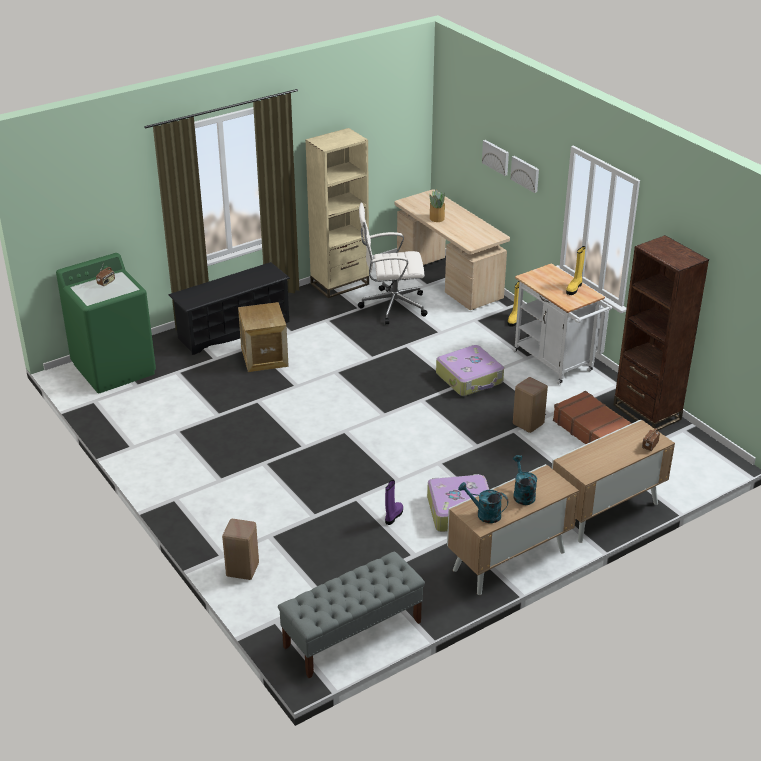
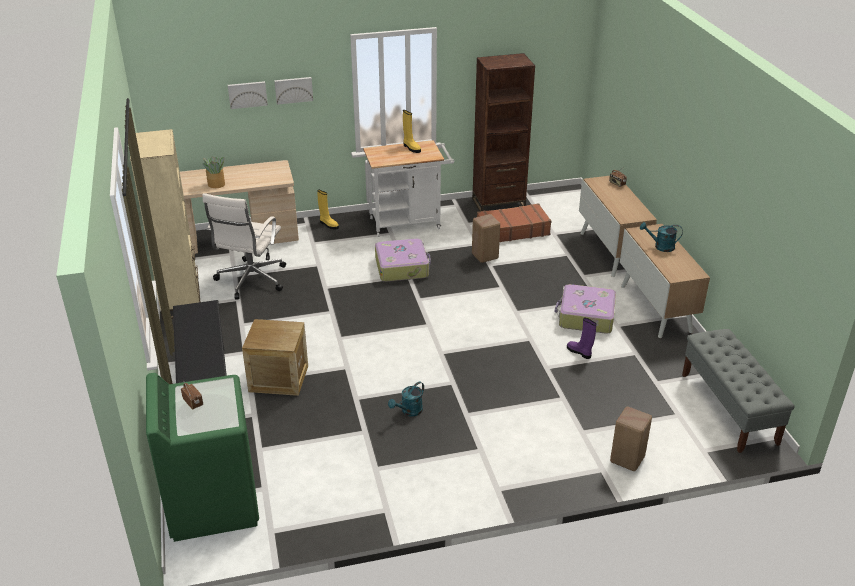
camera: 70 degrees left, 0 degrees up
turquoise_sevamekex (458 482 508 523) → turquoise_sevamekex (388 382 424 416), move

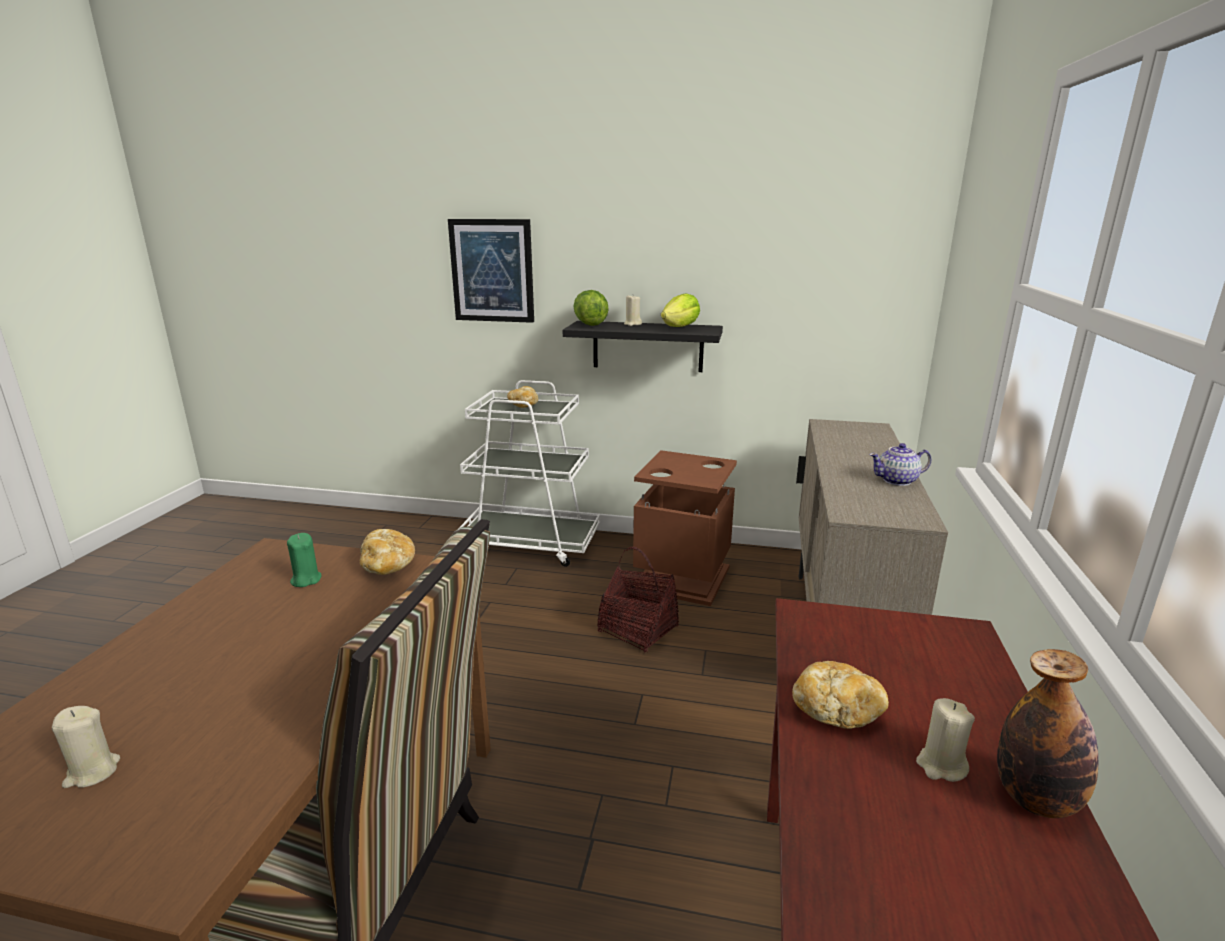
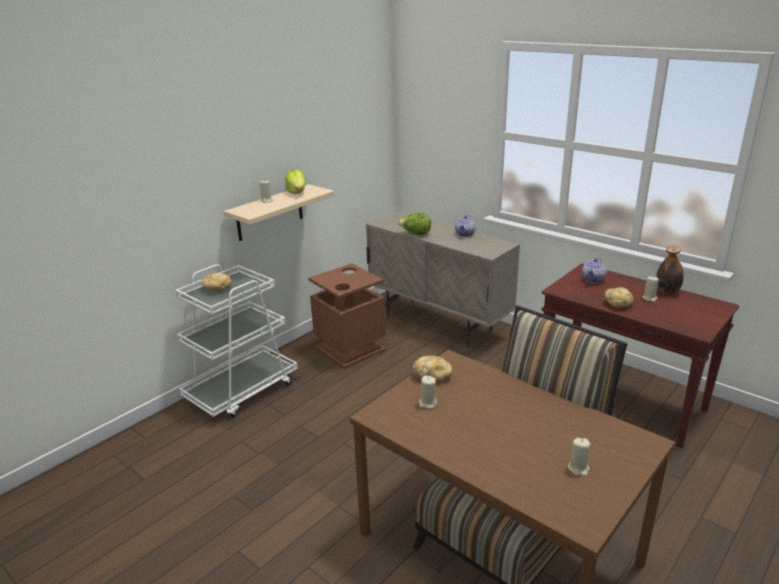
camera: 60 degrees left, 5 degrees up
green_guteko (287 533 321 587) → beige_guteko (419 376 438 409)
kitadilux (448 219 534 323) → -
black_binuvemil (563 321 723 372) → beige_binuvemil (224 184 334 241)
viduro (573 290 609 326) → viduro (398 213 431 235), move
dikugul (597 547 679 653) → -
- → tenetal (582 257 607 283)

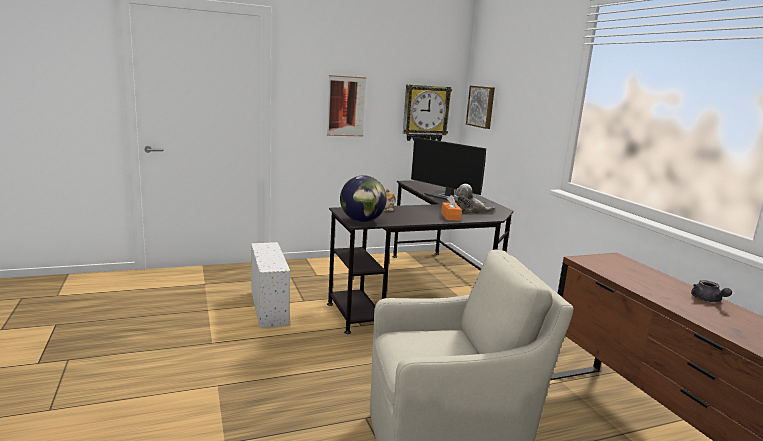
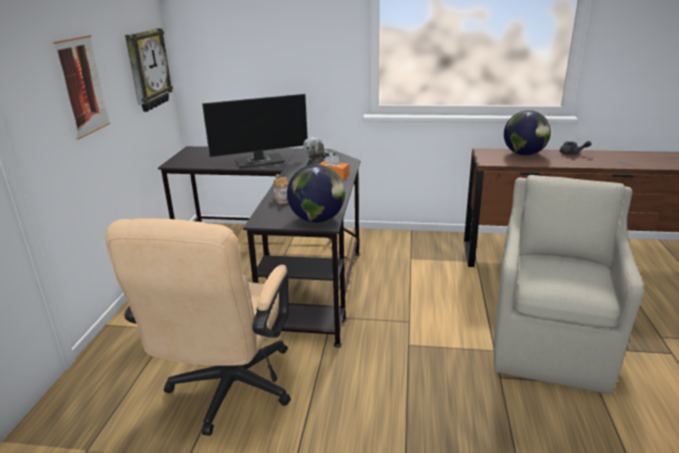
camera: 60 degrees left, 10 degrees up
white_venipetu (251 242 290 328) → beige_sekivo (106 219 291 436)
kitadilux (466 86 495 129) → -
- → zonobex (504 110 551 156)

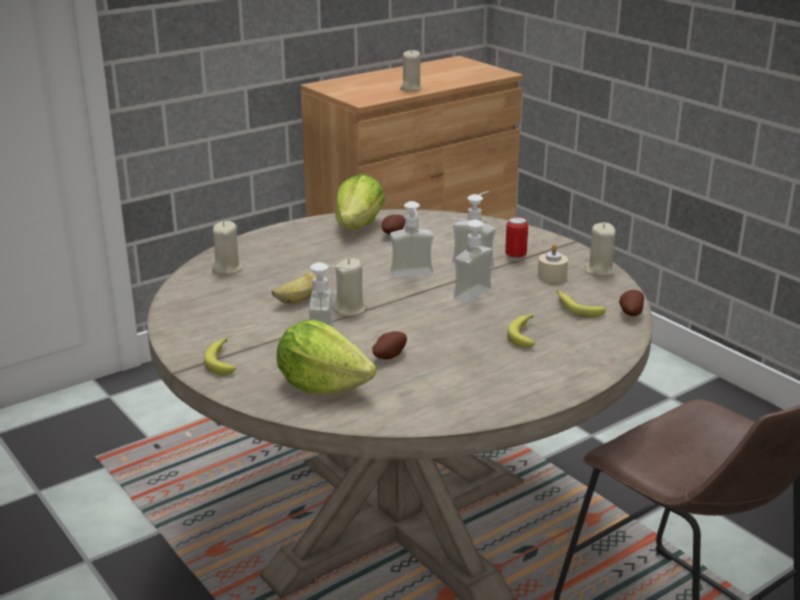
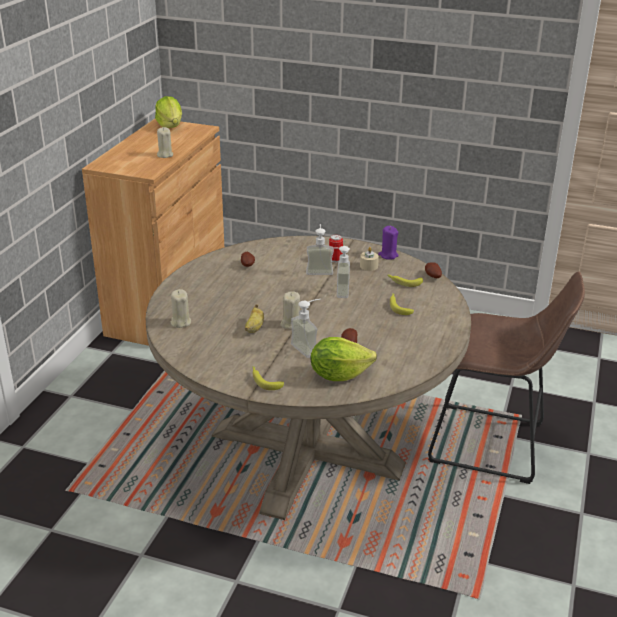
camera: 35 degrees left, 5 degrees up
viduro (336 174 385 230) → viduro (155 96 182 128), move
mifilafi (390 201 434 277) → -
beige_guteko (585 223 616 277) → purple_guteko (378 226 399 260)

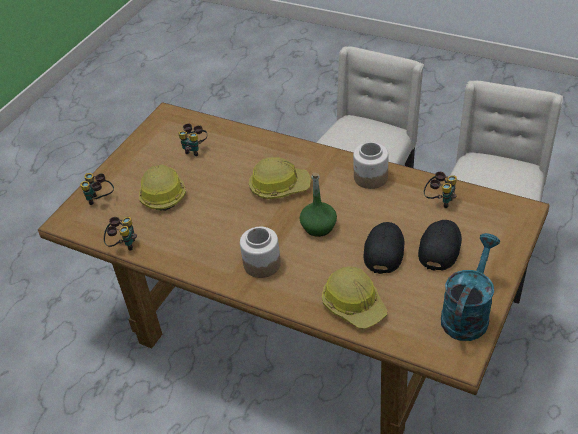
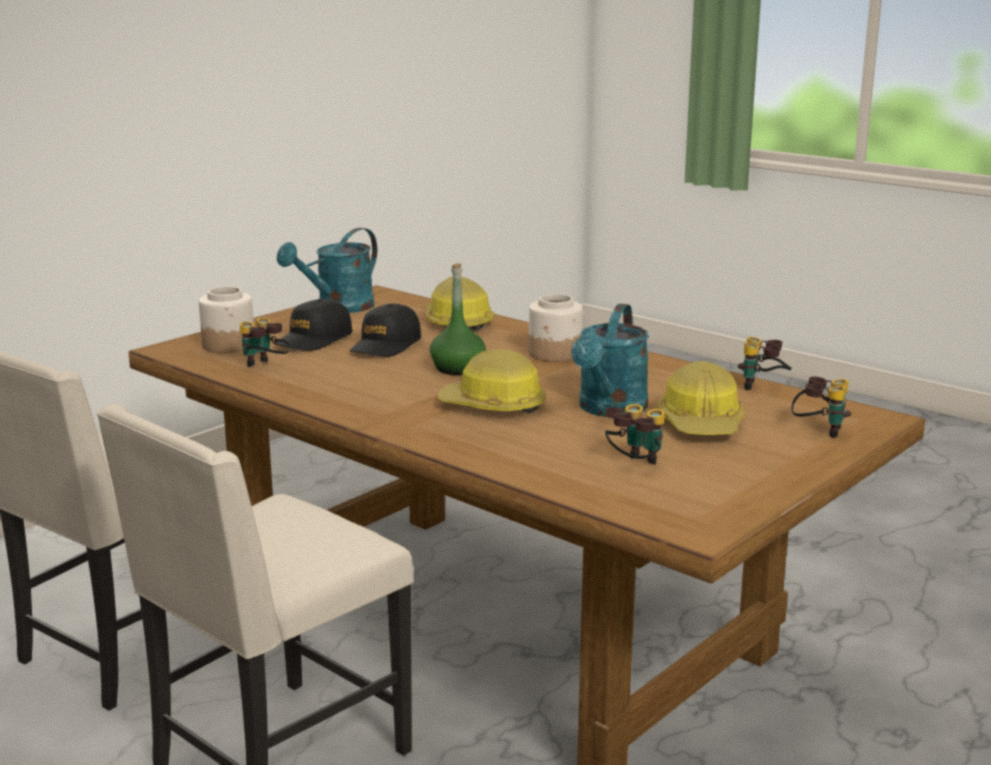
camera: 170 degrees left, 25 degrees down
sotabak (353 142 388 189) → sotabak (199 287 254 353), move
- → turquoise_sevamekex (571 304 649 417)

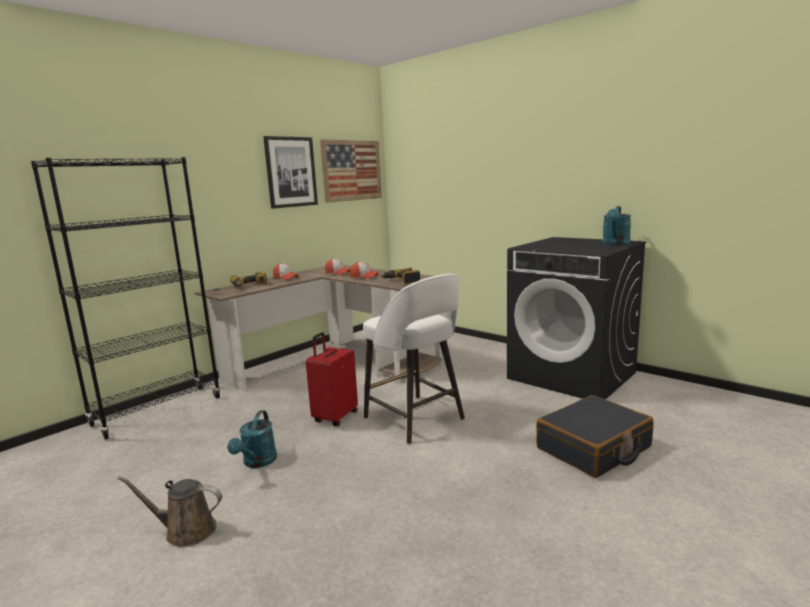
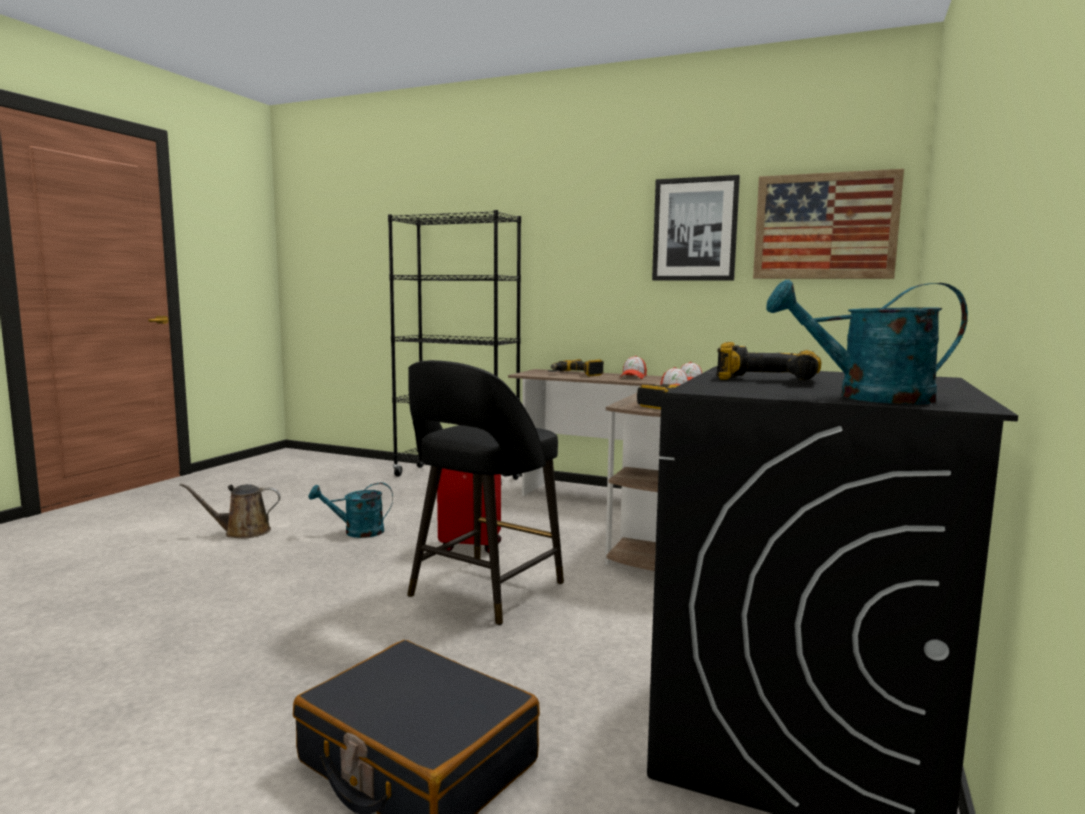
camera: 70 degrees right, 5 degrees down
brown_sevamekex (117 476 222 547) → brown_sevamekex (179 483 281 539), 90 degrees counterclockwise
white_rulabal (363 274 465 444) → black_rulabal (407 360 564 625)
- → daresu (716 342 821 380)

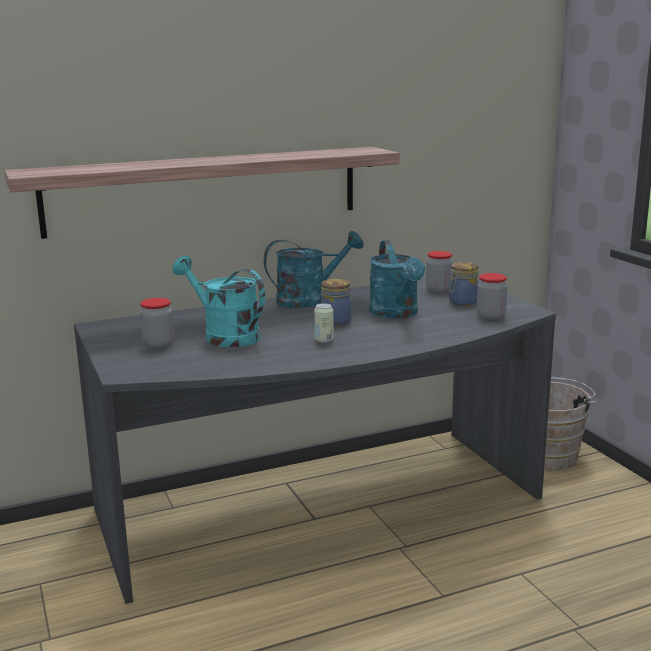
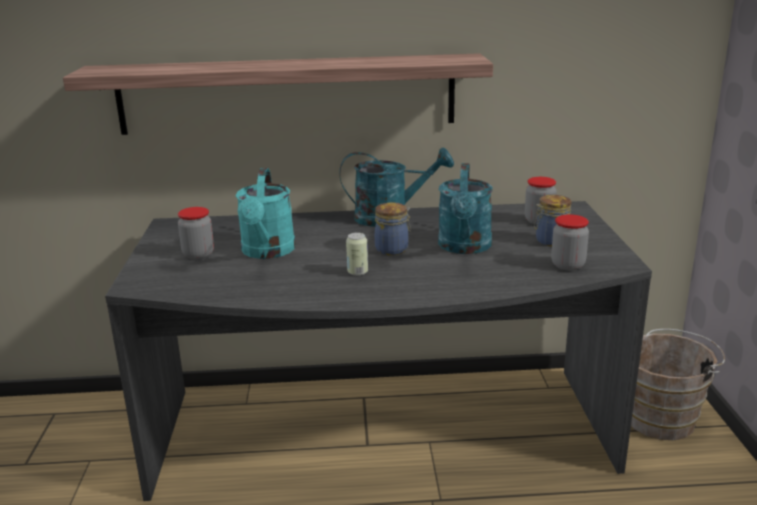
camera: 20 degrees right, 5 degrees up
turquoise_sevamekex (173 256 265 347) → turquoise_sevamekex (236 168 296 259), 150 degrees counterclockwise

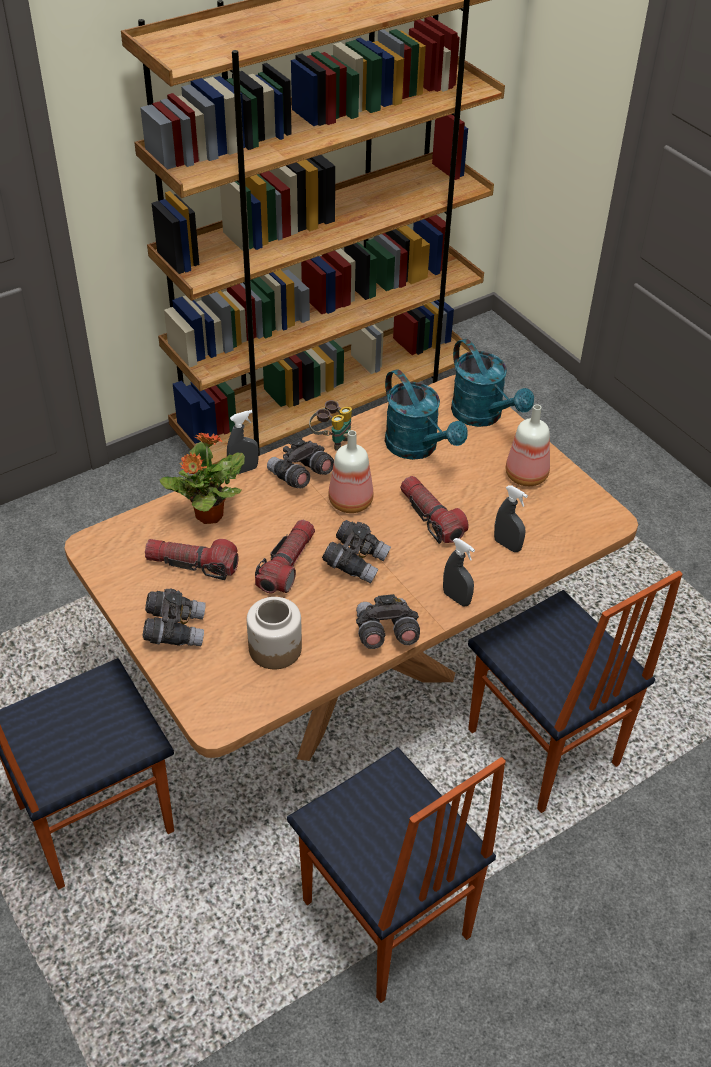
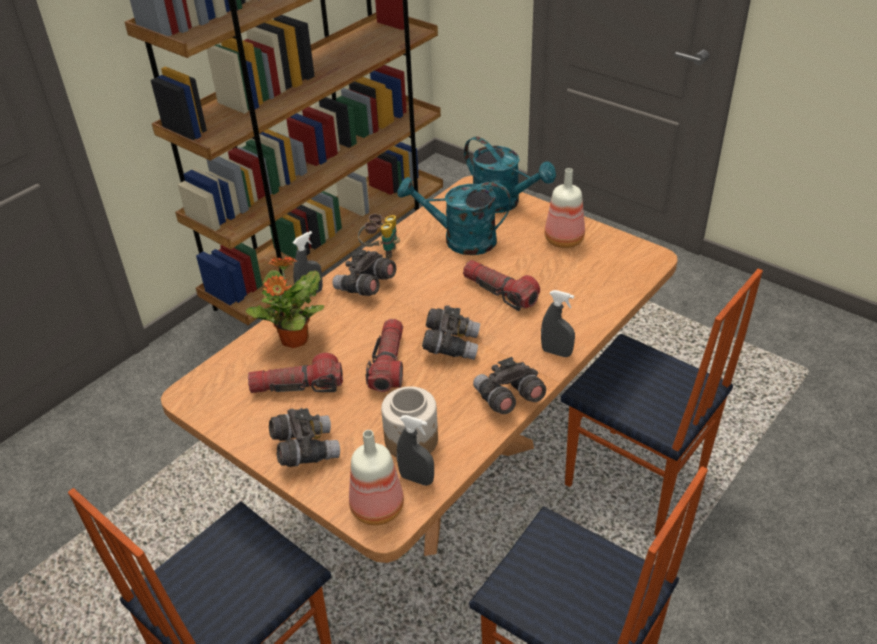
camera: 15 degrees left, 5 degrees down
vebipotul (328 430 374 513) → vebipotul (349 430 404 525), move
turquoise_sevamekex (385 369 468 460) → turquoise_sevamekex (397 177 511 255), 150 degrees clockwise
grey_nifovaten (494 485 528 552) → grey_nifovaten (397 415 434 486), move

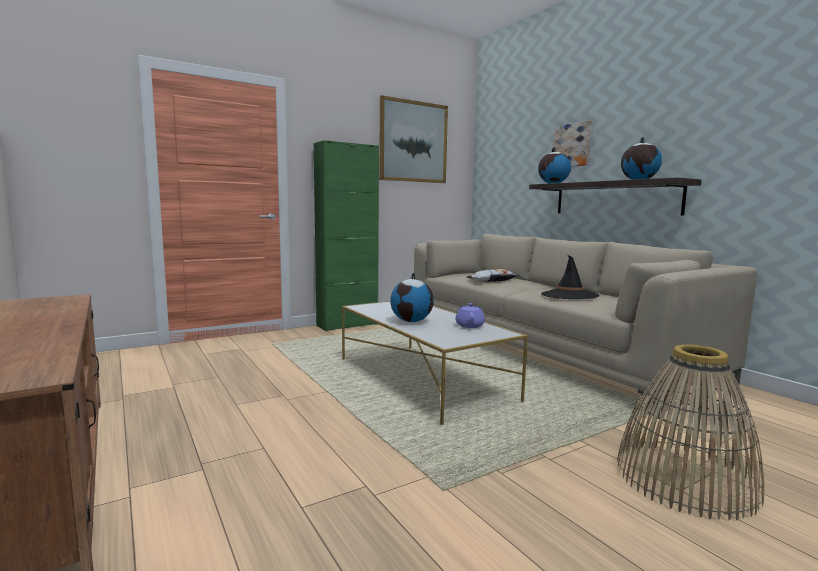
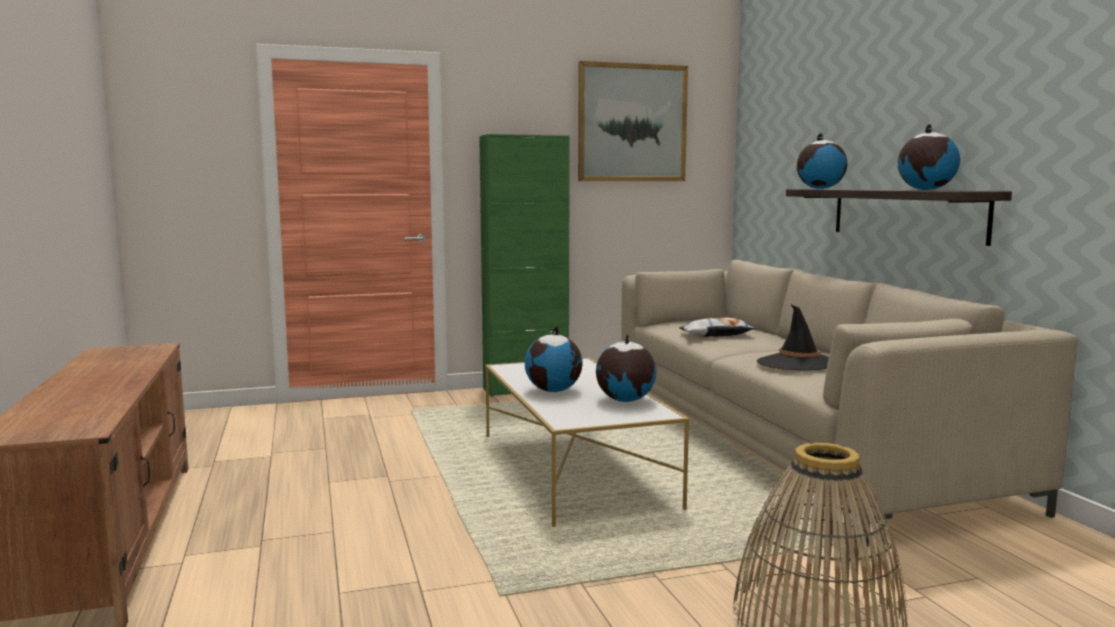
camera: 15 degrees right, 0 degrees up
purple_tenetal (455 303 485 328) → zonobex (596 334 657 402)
kitadilux (553 120 592 167) → -

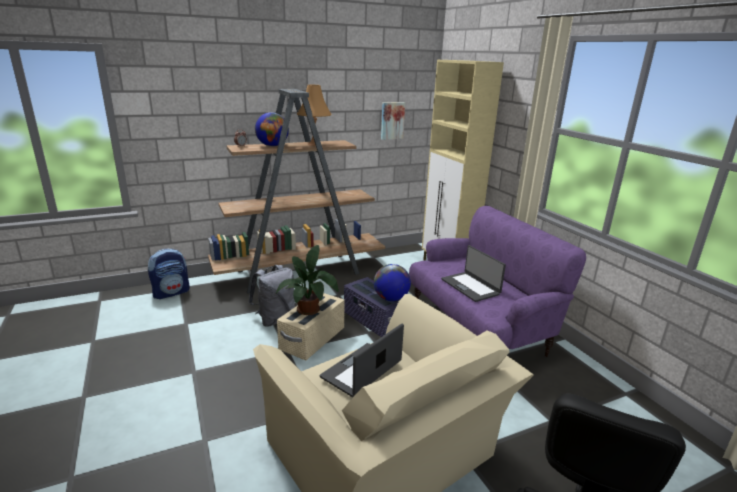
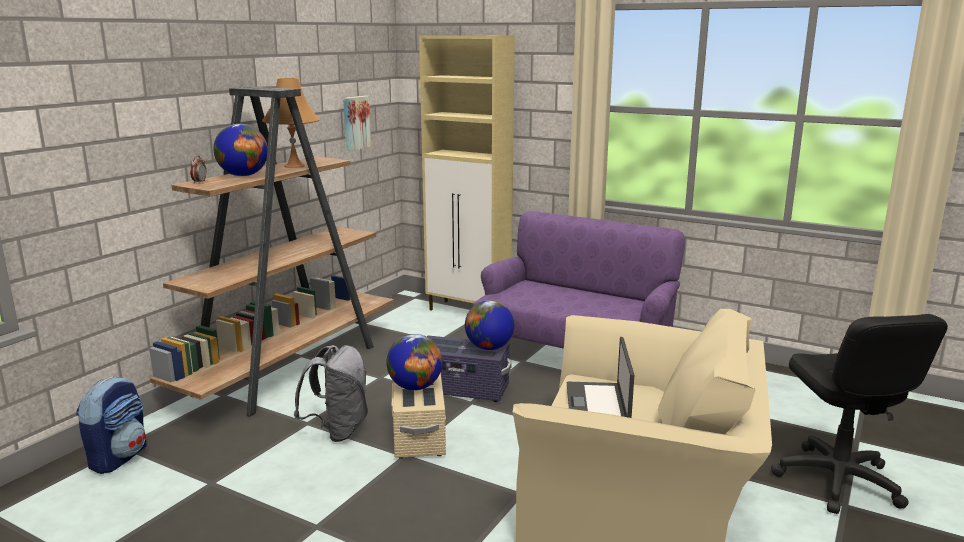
camera: 35 degrees left, 5 degrees down
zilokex (276 245 339 315) → zonobex (386 334 443 390)
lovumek (441 245 506 302) → -

